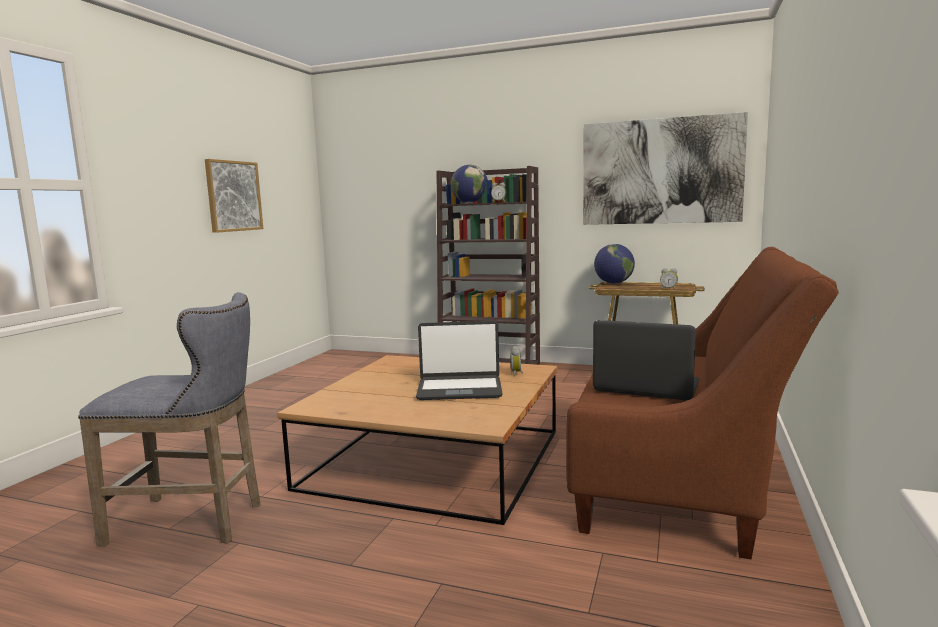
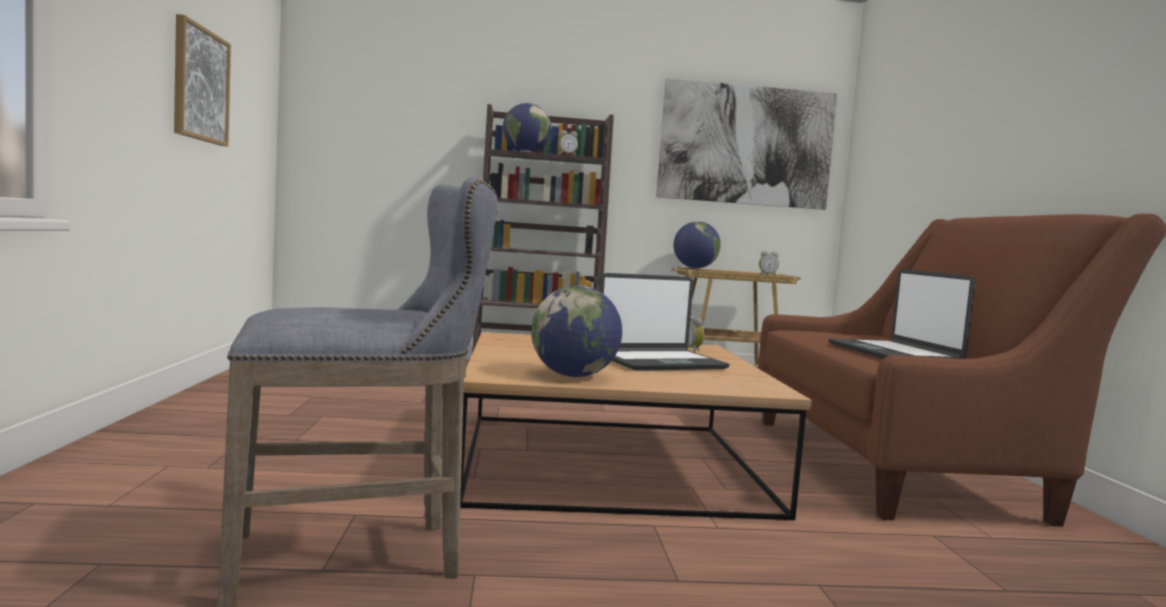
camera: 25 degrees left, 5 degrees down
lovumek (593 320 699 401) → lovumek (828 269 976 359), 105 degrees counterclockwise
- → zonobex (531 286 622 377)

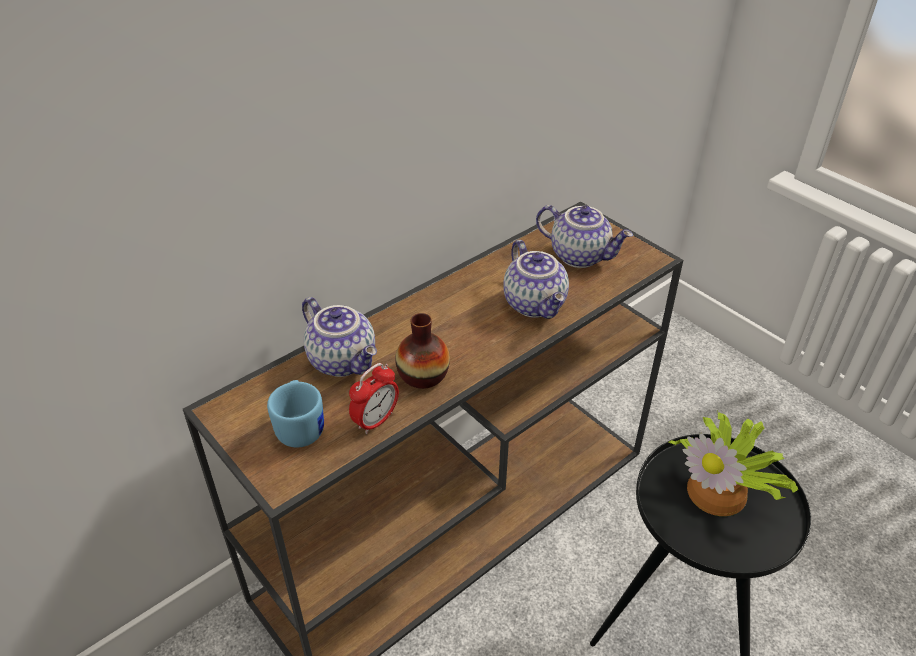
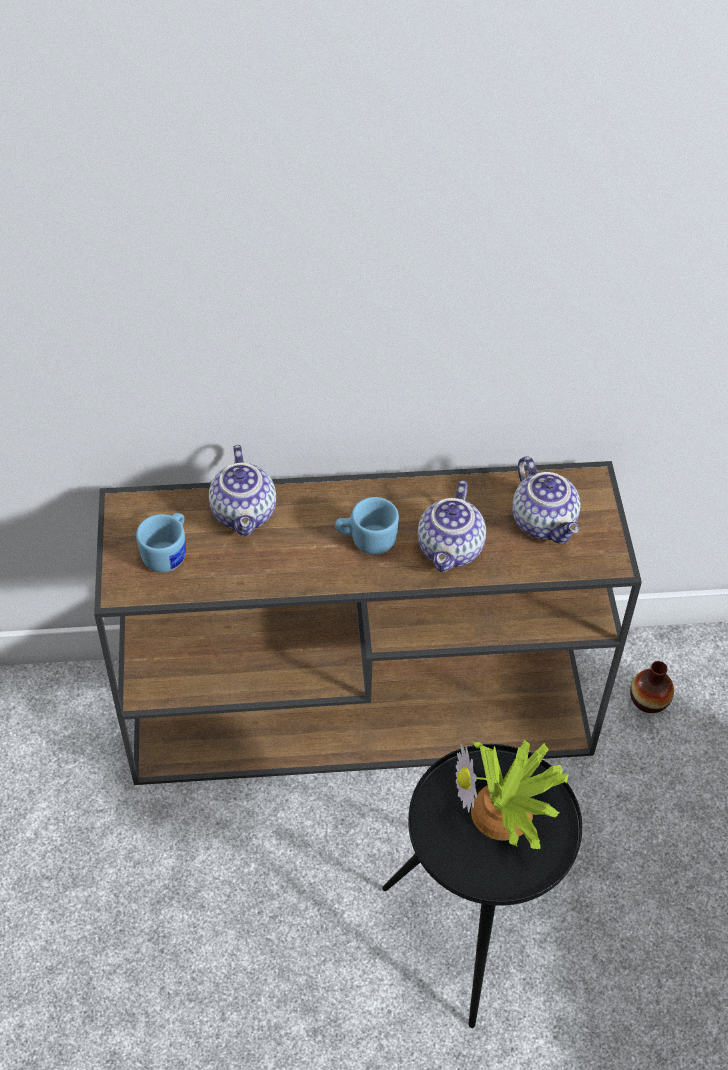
camera: 35 degrees right, 10 degrees up
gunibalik (349 363 399 434) → -
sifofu (395 313 450 389) → sifofu (630 661 674 713), move
- → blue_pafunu (335 497 399 555)

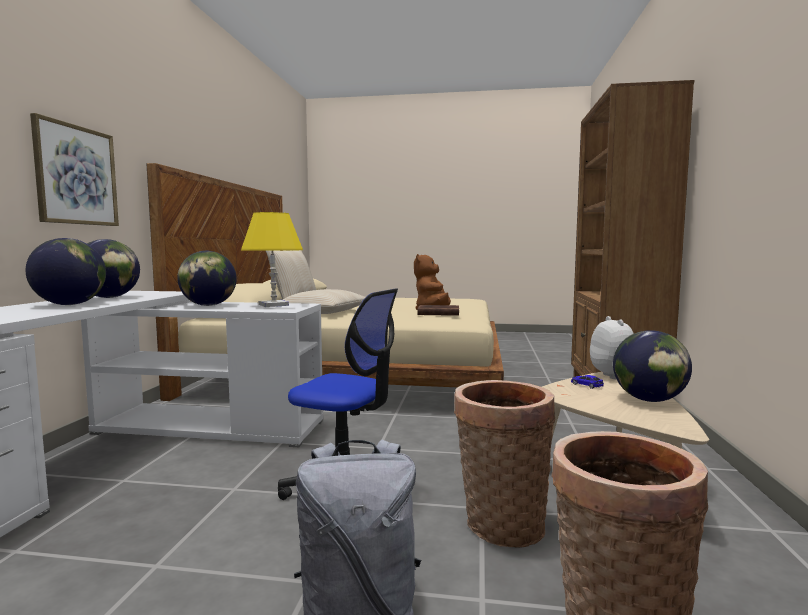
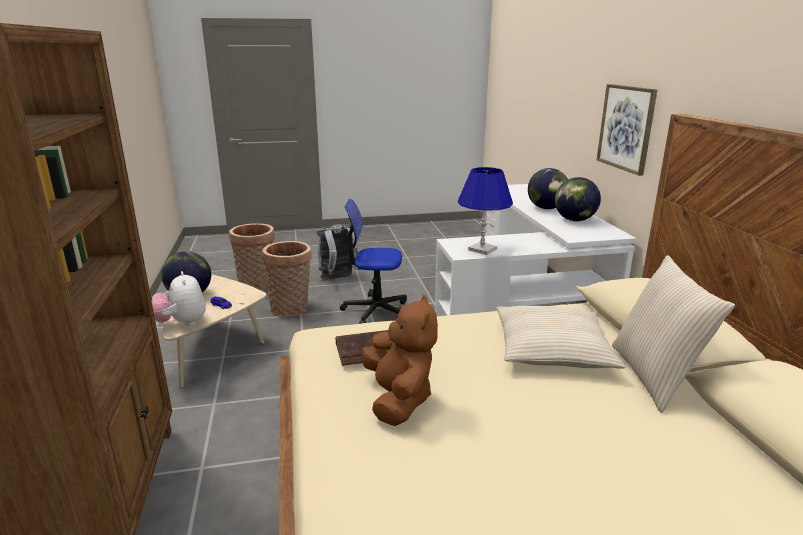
camera: 160 degrees right, 15 degrees up
zonobex (177 251 237 306) → -
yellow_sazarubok (241 212 303 307) → blue_sazarubok (458 167 513 255)

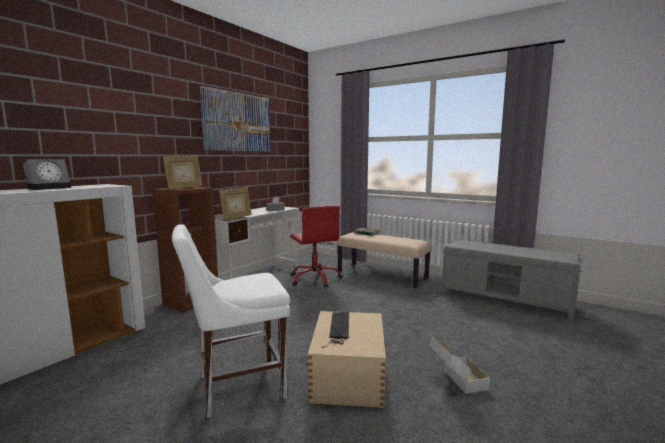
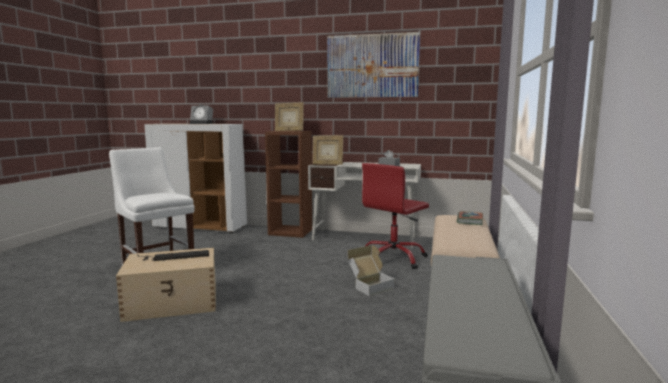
camera: 70 degrees right, 0 degrees up
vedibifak (430 335 490 394) → vedibifak (347 245 395 296), move

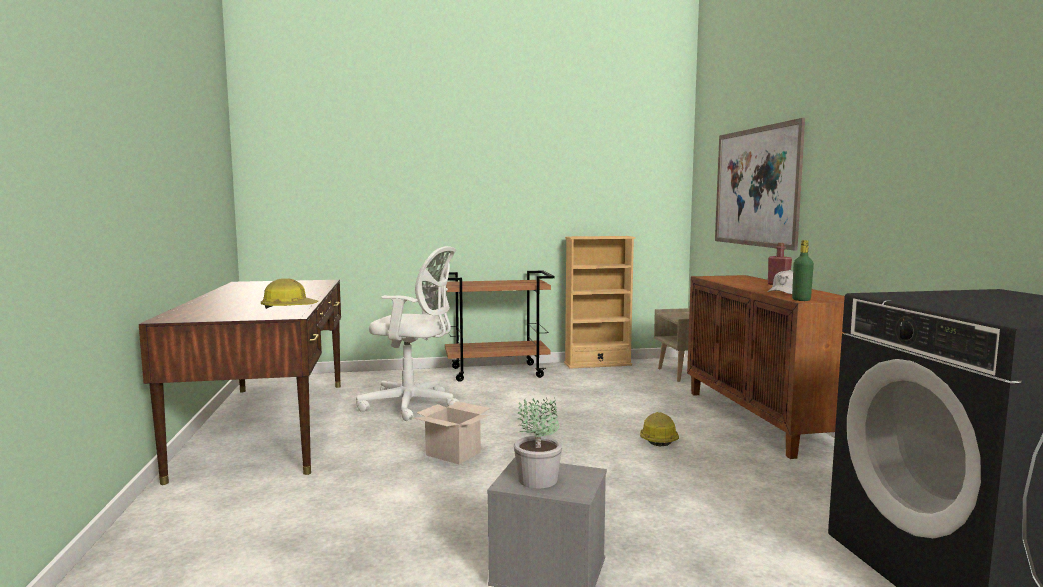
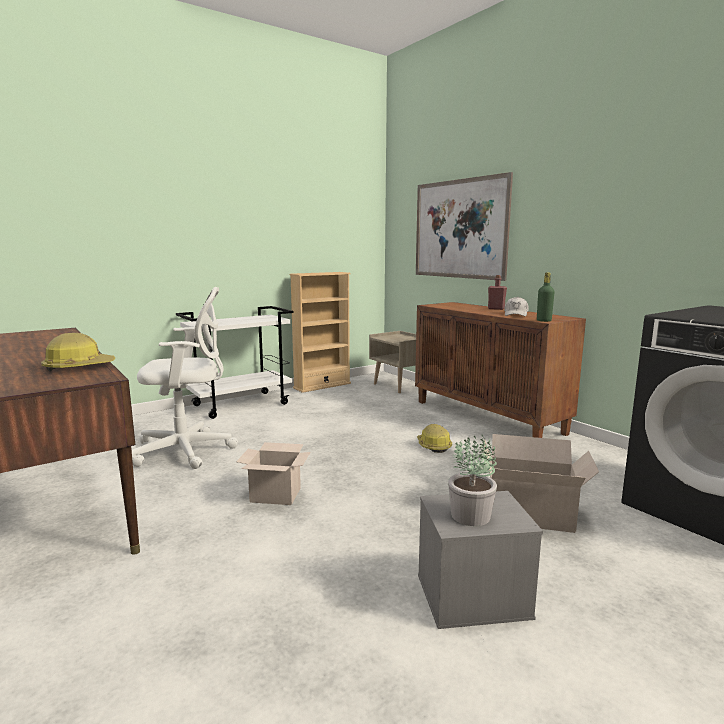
camera: 25 degrees left, 5 degrees up
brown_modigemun (445 271 554 382) → white_modigemun (176 306 294 419)
- → vedibifak (484 434 599 533)

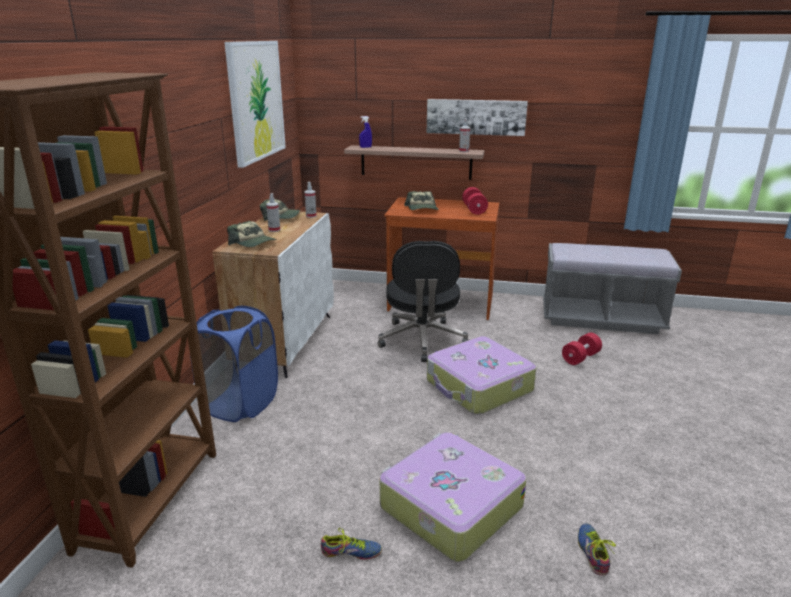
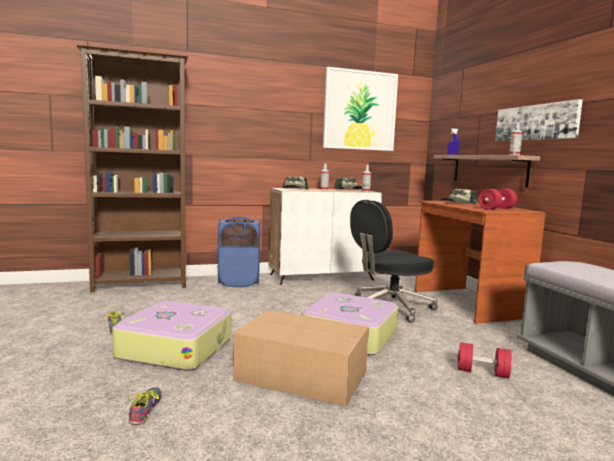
camera: 60 degrees right, 15 degrees down
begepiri (578 523 616 575) → begepiri (128 387 161 425), 60 degrees counterclockwise
- → vedibifak (233 310 369 407)

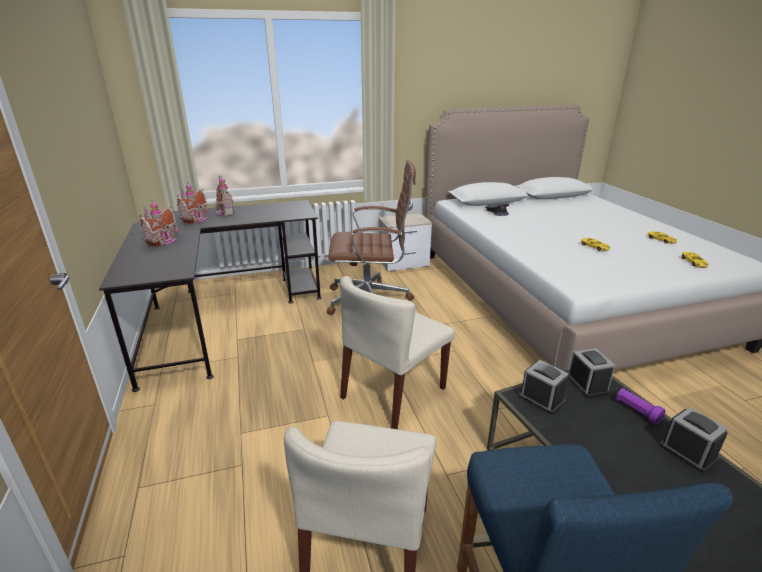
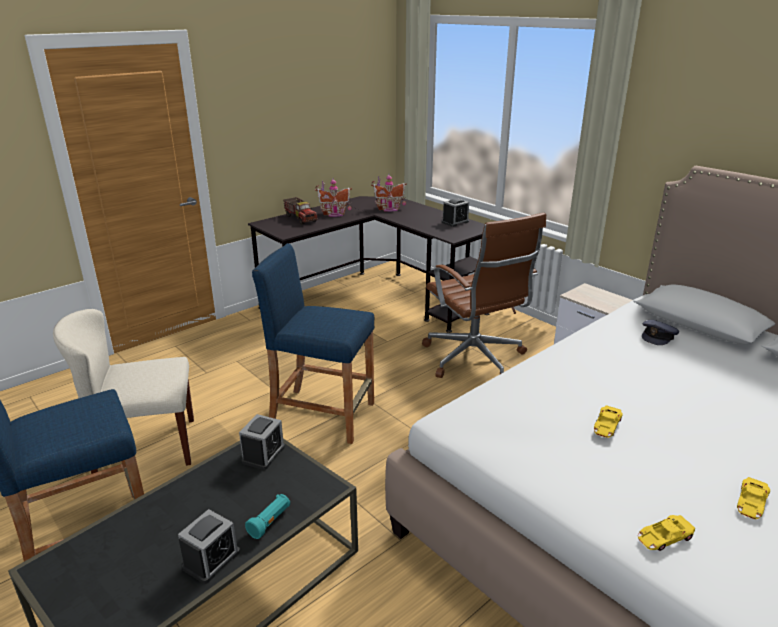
camera: 65 degrees right, 0 degrees up
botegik (216 175 234 216) → -
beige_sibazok (340 276 454 429) → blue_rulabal (252 243 374 444)
gunibalik (568 348 616 398) → gunibalik (442 198 469 227), move
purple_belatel (616 388 666 425) → turquoise_belatel (245 494 290 539)
- → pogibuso (283 197 318 224)

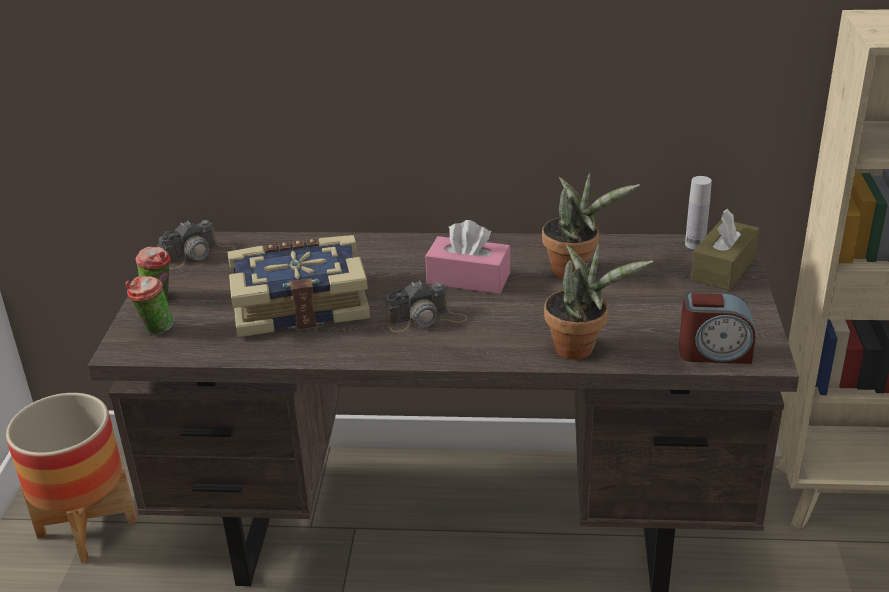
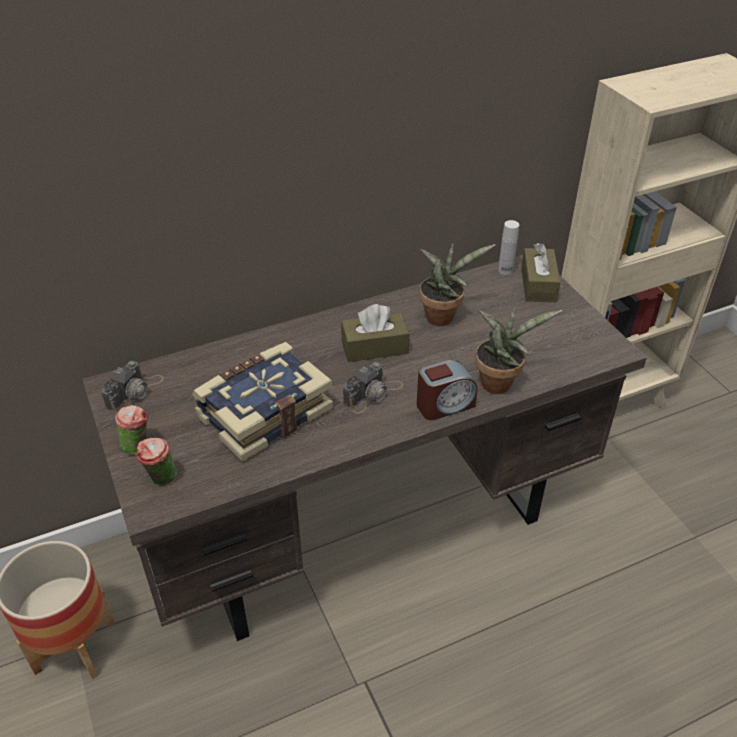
camera: 30 degrees left, 10 degrees up
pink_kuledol (425 220 510 294) → brown_kuledol (341 304 409 362)
gunibalik (679 291 756 364) → gunibalik (417 360 477 420), move

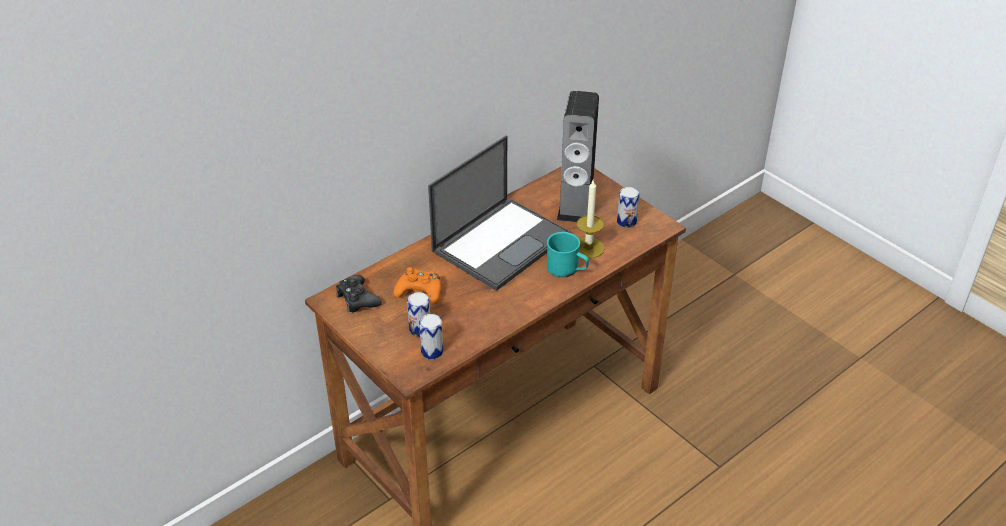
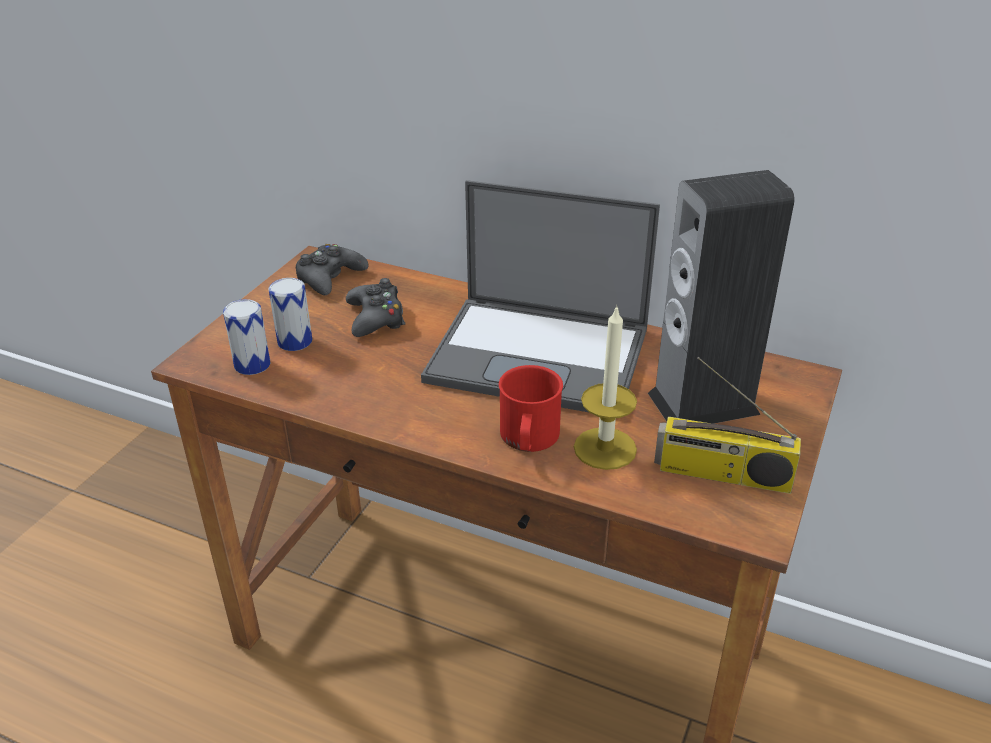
camera: 65 degrees right, 5 degrees down
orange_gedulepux (393 267 441 303) → black_gedulepux (346 278 405 337)
turquoise_pafunu (547 232 589 277) → red_pafunu (499 365 563 452)
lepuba (617 187 640 228) → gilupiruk (654 357 801 494)

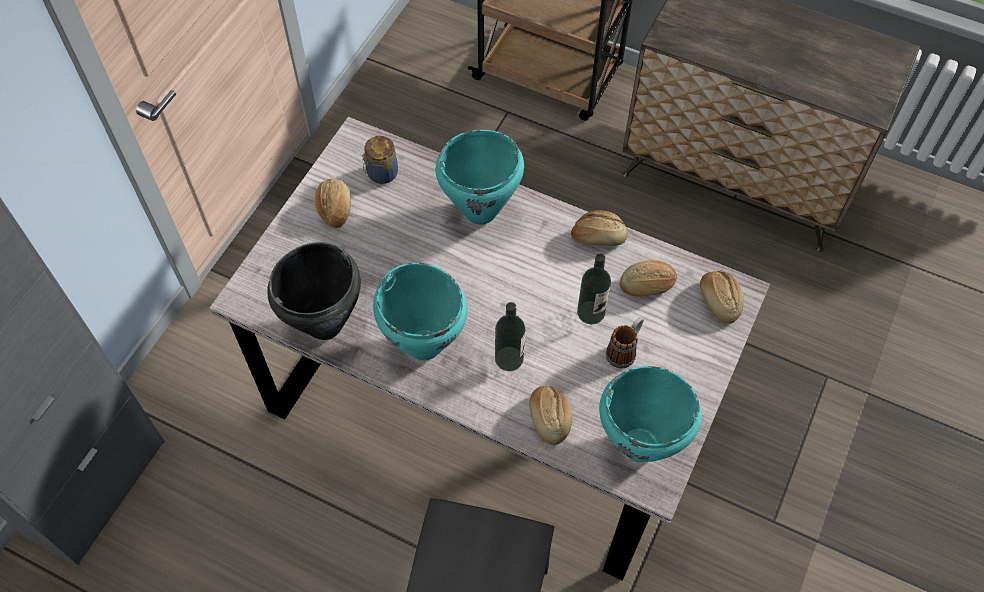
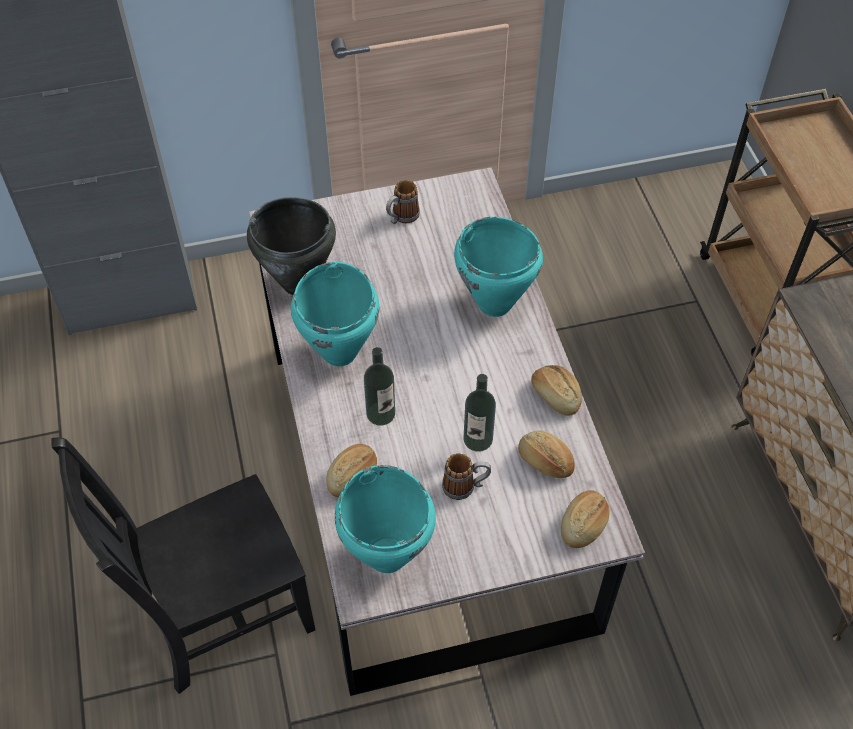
camera: 50 degrees right, 5 degrees down
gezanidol (315 179 351 228) → pafunu (386 180 420 224)
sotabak (362 136 398 184) → -

